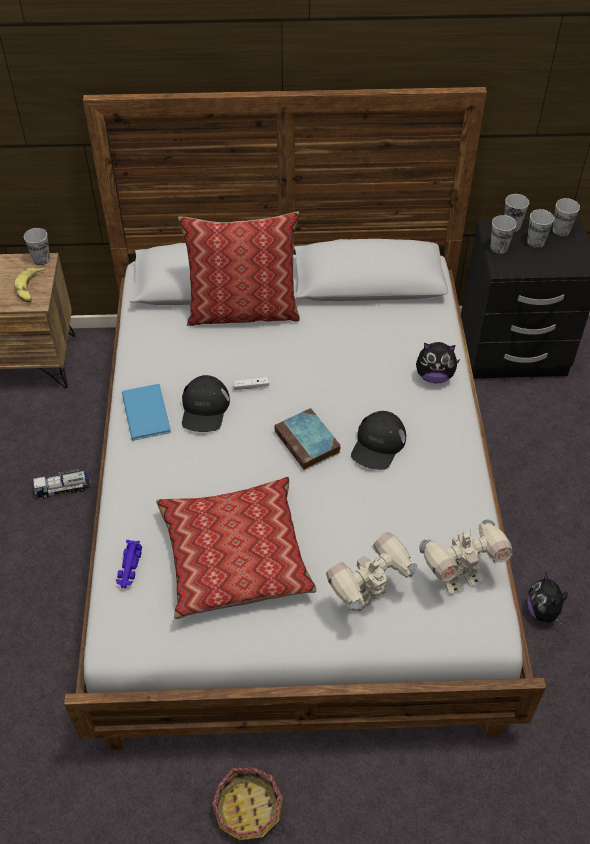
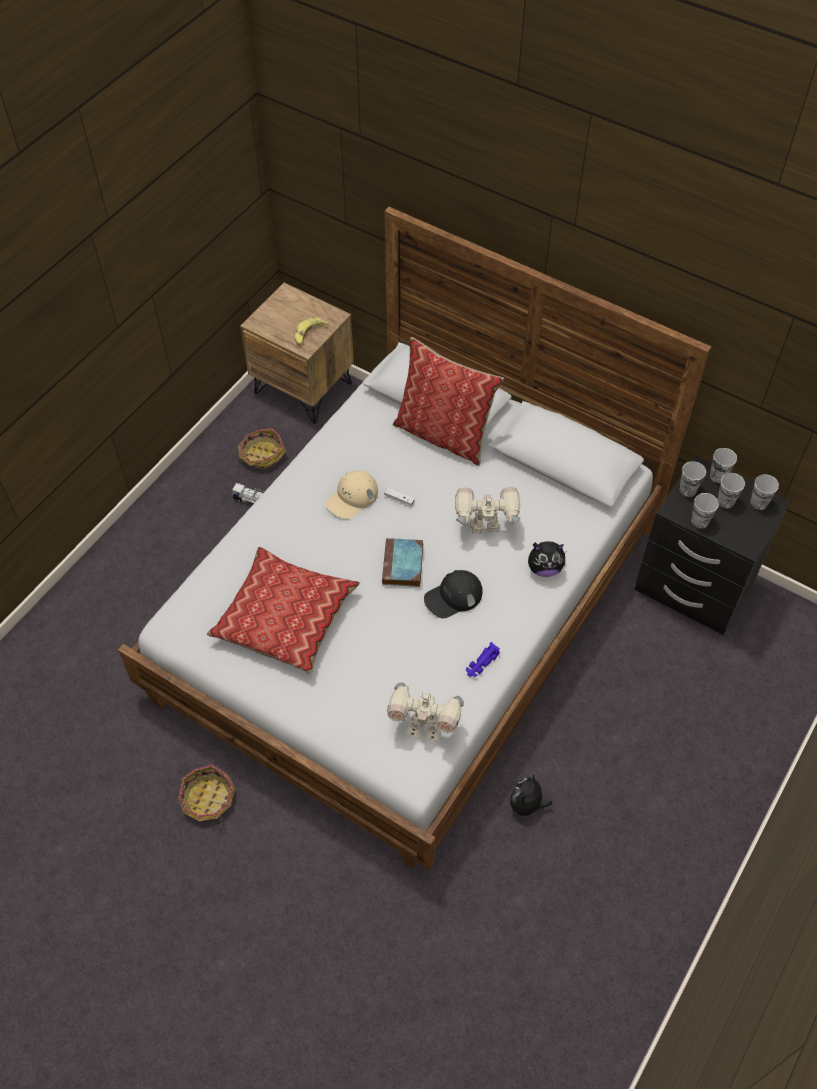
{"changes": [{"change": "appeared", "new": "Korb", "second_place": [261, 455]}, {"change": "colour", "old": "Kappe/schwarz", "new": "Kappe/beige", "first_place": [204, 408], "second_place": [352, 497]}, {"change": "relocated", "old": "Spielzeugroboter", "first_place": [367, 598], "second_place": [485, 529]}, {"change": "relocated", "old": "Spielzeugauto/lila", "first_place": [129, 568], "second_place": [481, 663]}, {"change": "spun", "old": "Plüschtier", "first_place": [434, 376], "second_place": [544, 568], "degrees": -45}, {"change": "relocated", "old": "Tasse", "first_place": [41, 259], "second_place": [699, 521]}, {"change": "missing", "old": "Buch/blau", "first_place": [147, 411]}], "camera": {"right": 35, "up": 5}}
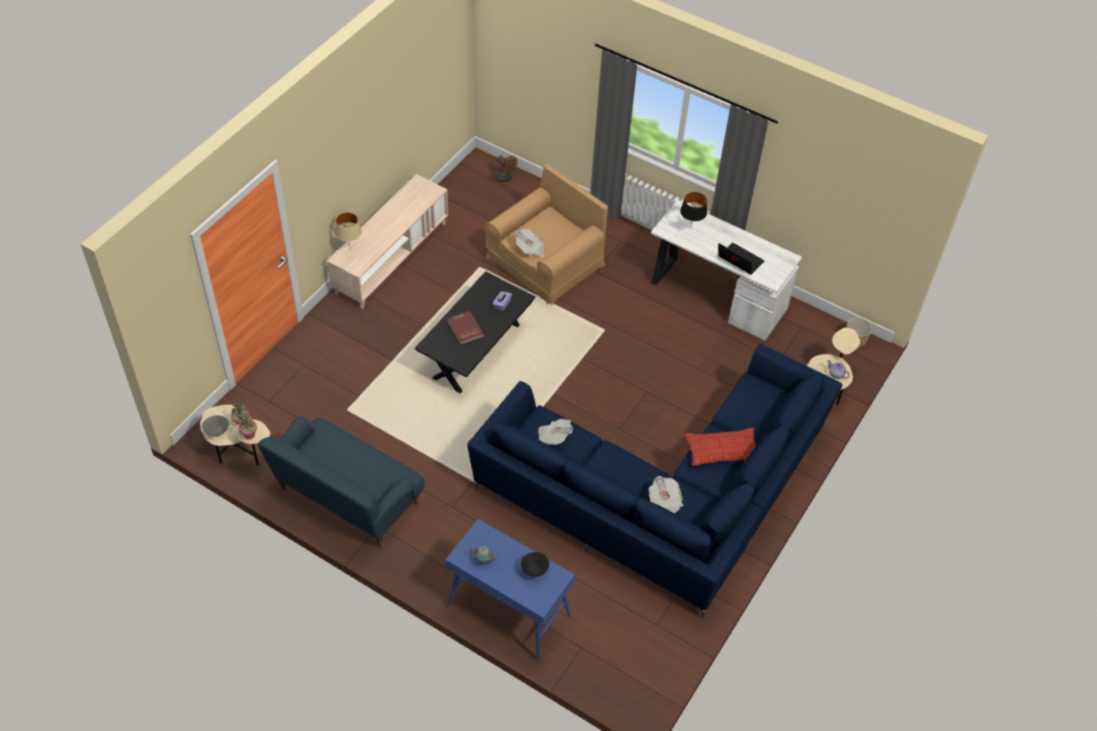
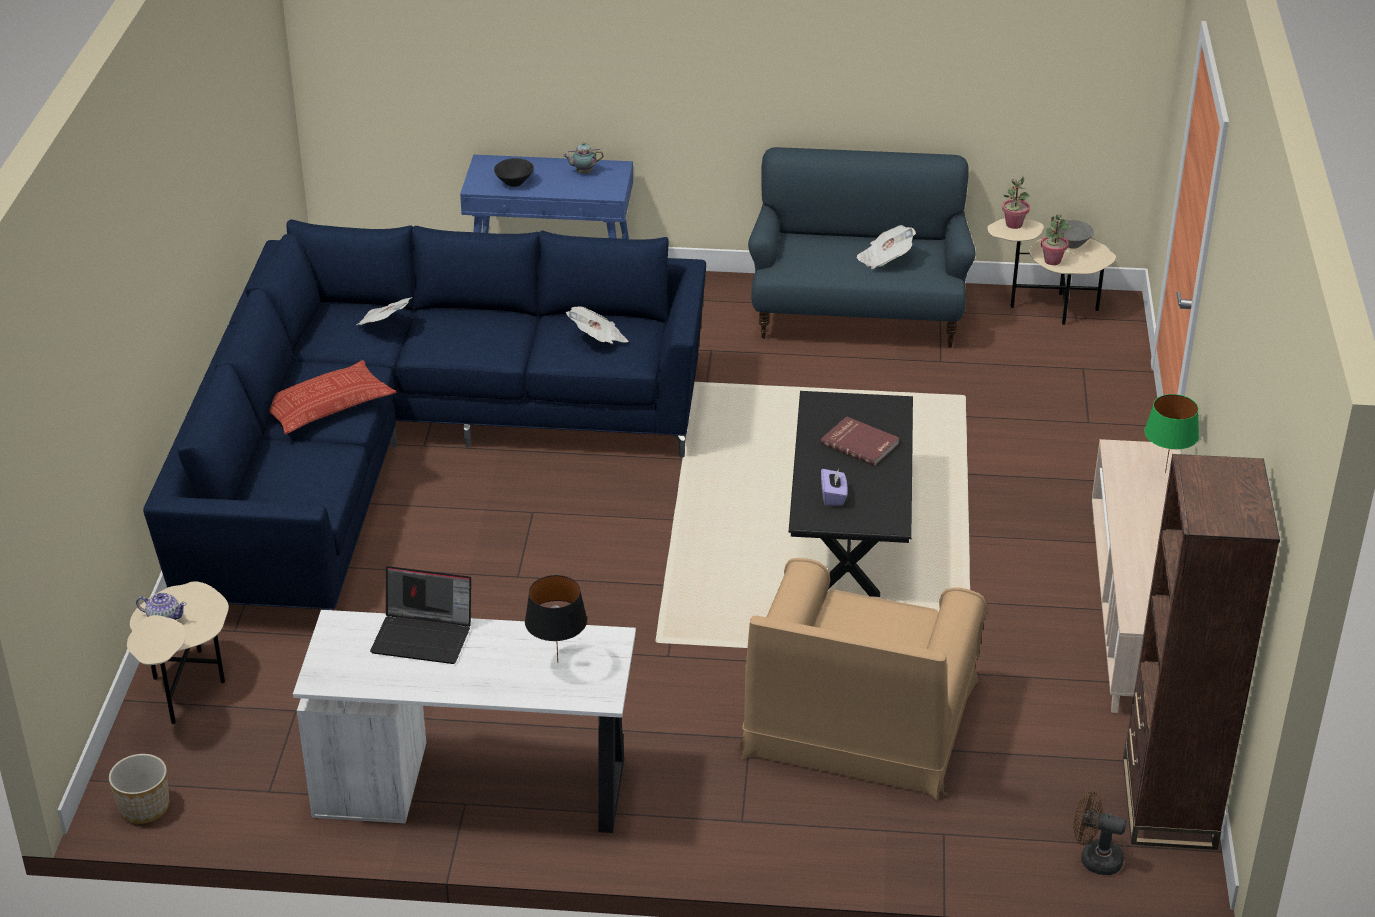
{"changes": [{"change": "relocated", "old": "Zeitung", "first_place": [530, 249], "second_place": [885, 259]}, {"change": "appeared", "new": "Bücherregal/braun", "second_place": [1168, 803]}, {"change": "colour", "old": "Tischlampe/beige", "new": "Tischlampe/grün", "first_place": [350, 248], "second_place": [1165, 472]}], "camera": {"right": 155, "up": -15}}
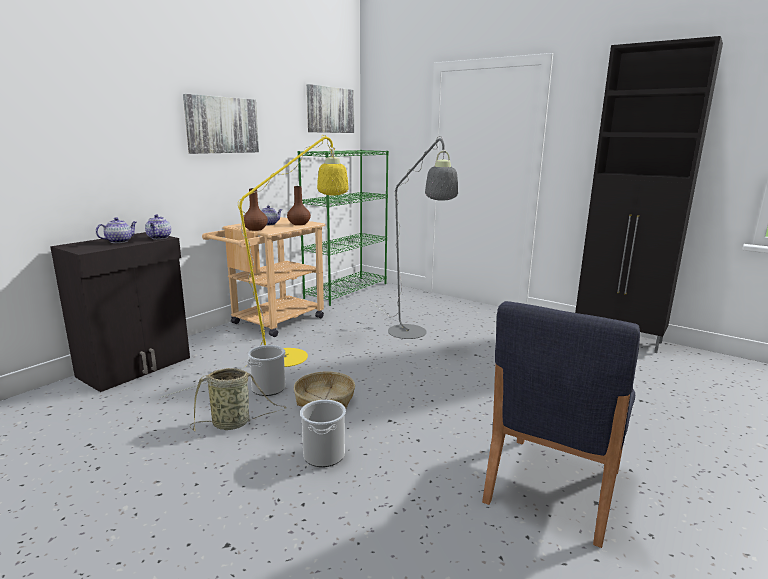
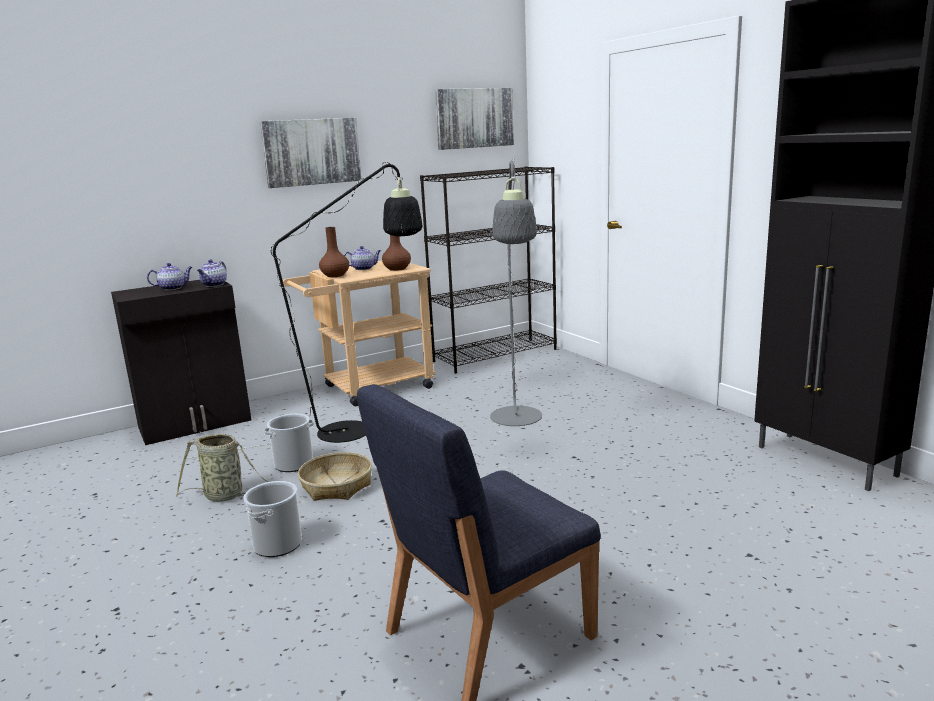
{"changes": [{"change": "colour", "old": "Stehlampe/gelb", "new": "Stehlampe/schwarz", "first_place": [295, 354], "second_place": [358, 428]}, {"change": "colour", "old": "Bücherregal/grün", "new": "Bücherregal/schwarz", "first_place": [346, 290], "second_place": [495, 355]}], "camera": {"right": 25, "up": 0}}
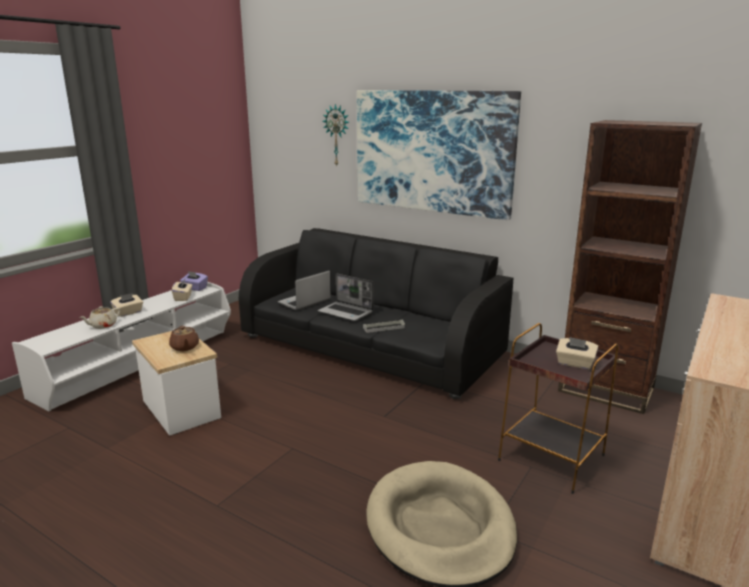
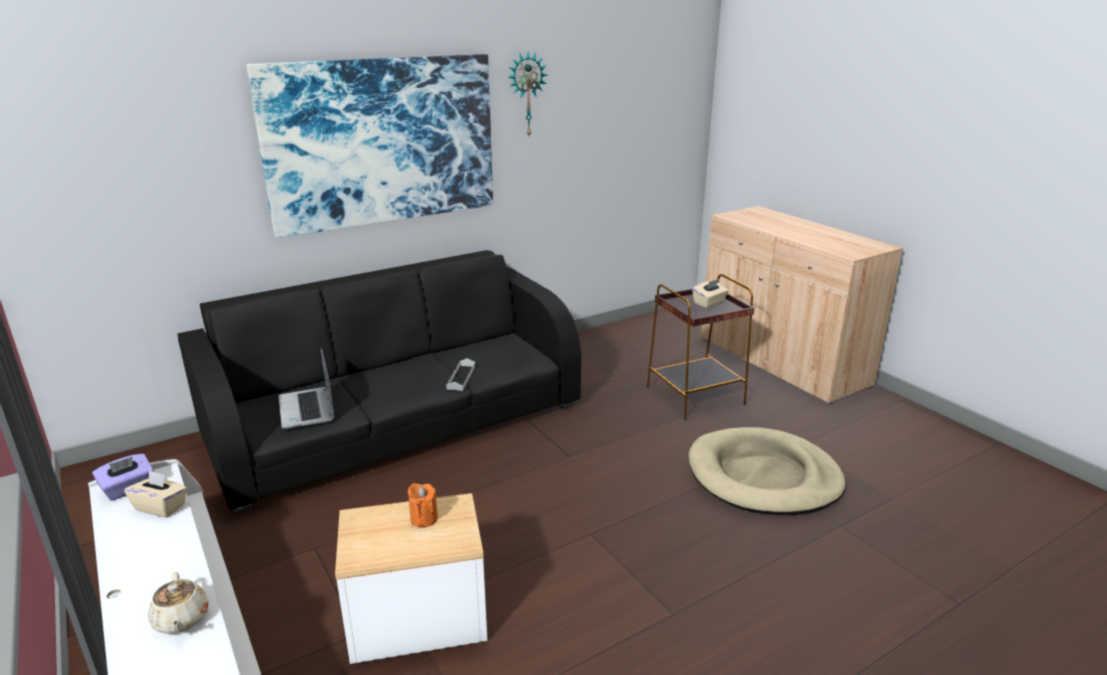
{"changes": [{"change": "exchanged", "old": "Teekanne/braun", "new": "Kerze/orange", "first_place": [185, 347], "second_place": [424, 518]}, {"change": "relocated", "old": "Wanduhr", "first_place": [337, 135], "second_place": [526, 94]}, {"change": "missing", "old": "Taschentuchbox/beige", "first_place": [128, 313]}, {"change": "missing", "old": "Laptop", "first_place": [346, 312]}, {"change": "missing", "old": "Bücherregal/braun", "first_place": [605, 390]}], "camera": {"right": -65, "up": 5}}
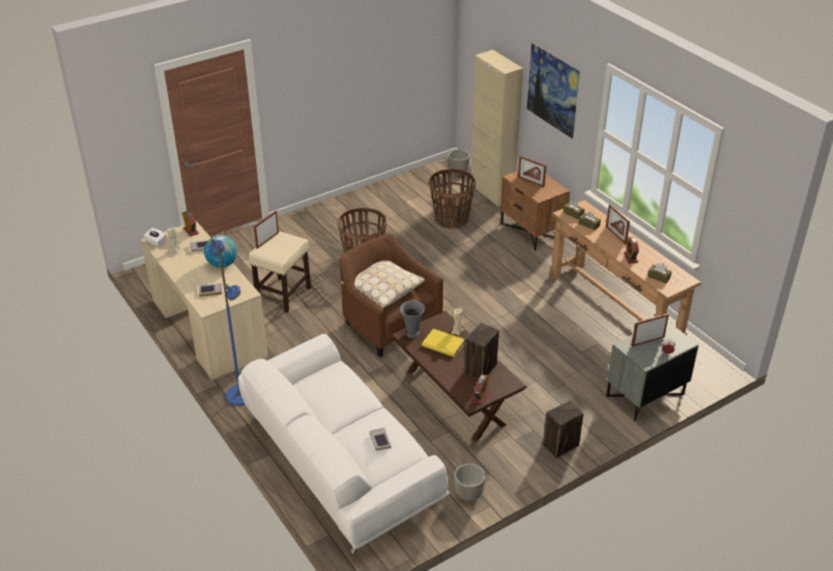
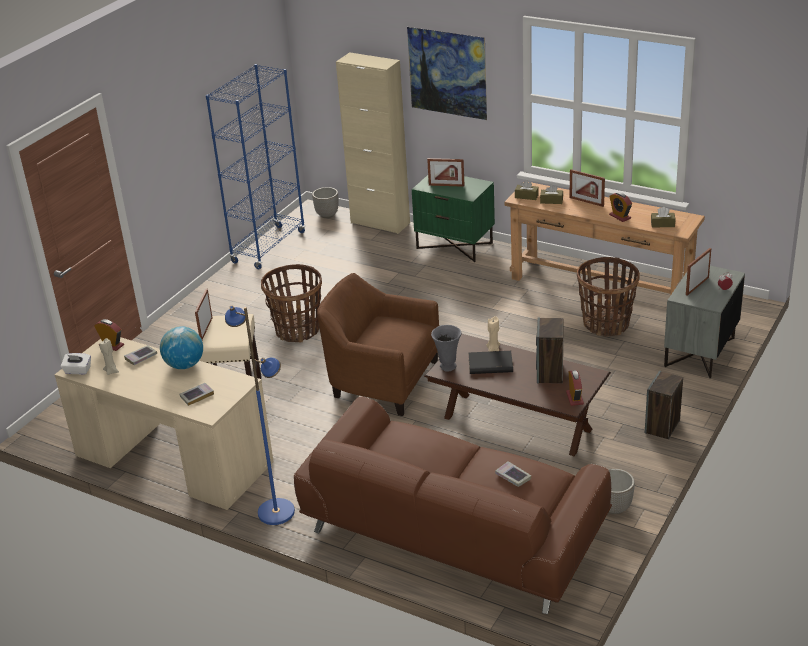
{"changes": [{"change": "appeared", "new": "Bücherregal/blau", "second_place": [269, 247]}, {"change": "colour", "old": "Sofa/weiß", "new": "Sofa/braun", "first_place": [339, 463], "second_place": [452, 533]}, {"change": "colour", "old": "Nachttisch/braun", "new": "Nachttisch/grün", "first_place": [531, 231], "second_place": [455, 245]}, {"change": "colour", "old": "Buch/gelb", "new": "Buch/schwarz", "first_place": [443, 345], "second_place": [490, 365]}, {"change": "relocated", "old": "Korb", "first_place": [451, 219], "second_place": [606, 324]}, {"change": "missing", "old": "Kissen/beige", "first_place": [382, 289]}], "camera": {"right": -25, "up": -5}}
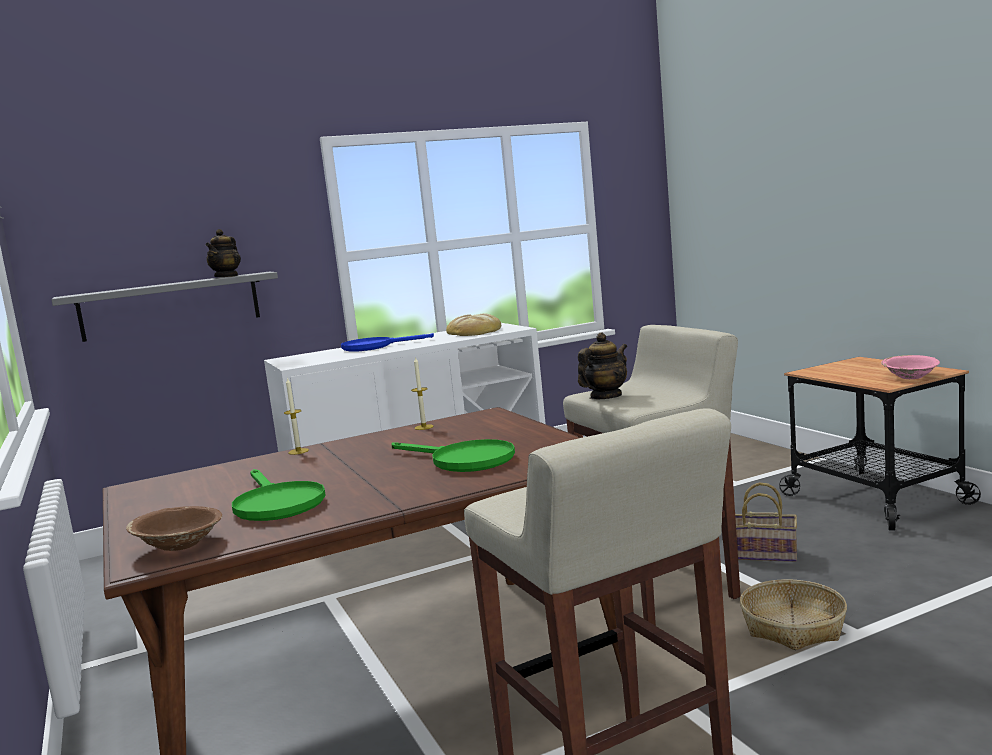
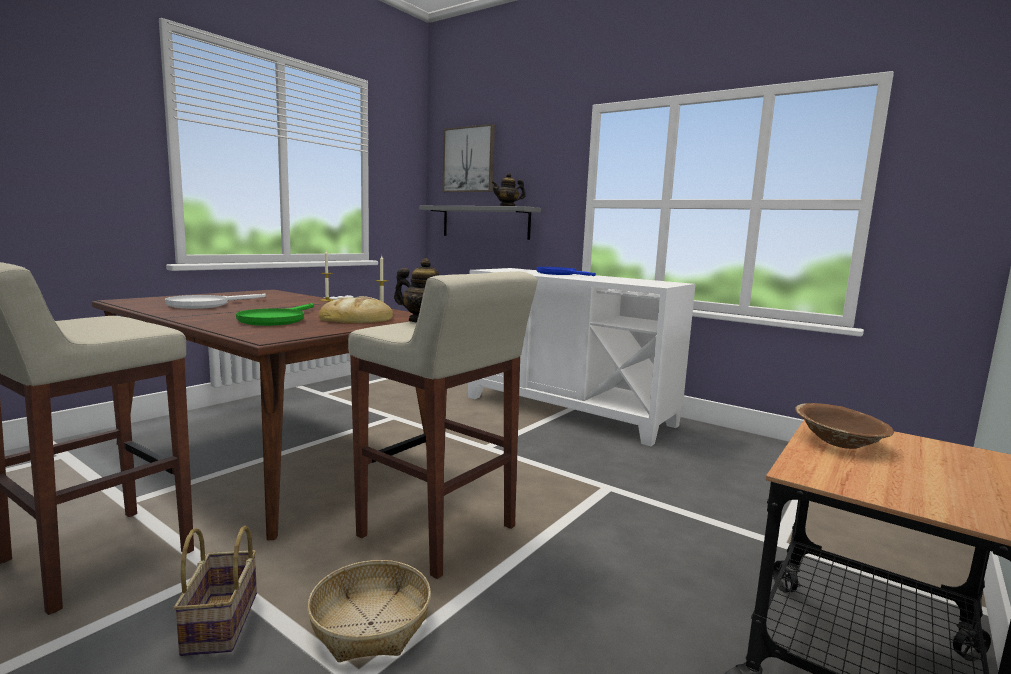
{"changes": [{"change": "colour", "old": "Pfanne/grün", "new": "Pfanne/weiß", "first_place": [276, 504], "second_place": [206, 304]}, {"change": "relocated", "old": "Korb", "first_place": [766, 554], "second_place": [222, 624]}, {"change": "relocated", "old": "Brot", "first_place": [474, 331], "second_place": [357, 318]}, {"change": "appeared", "new": "Bild", "second_place": [469, 159]}, {"change": "relocated", "old": "Schüssel/braun", "first_place": [179, 545], "second_place": [839, 442]}, {"change": "missing", "old": "Schüssel/rosa", "first_place": [910, 377]}], "camera": {"right": 60, "up": 0}}
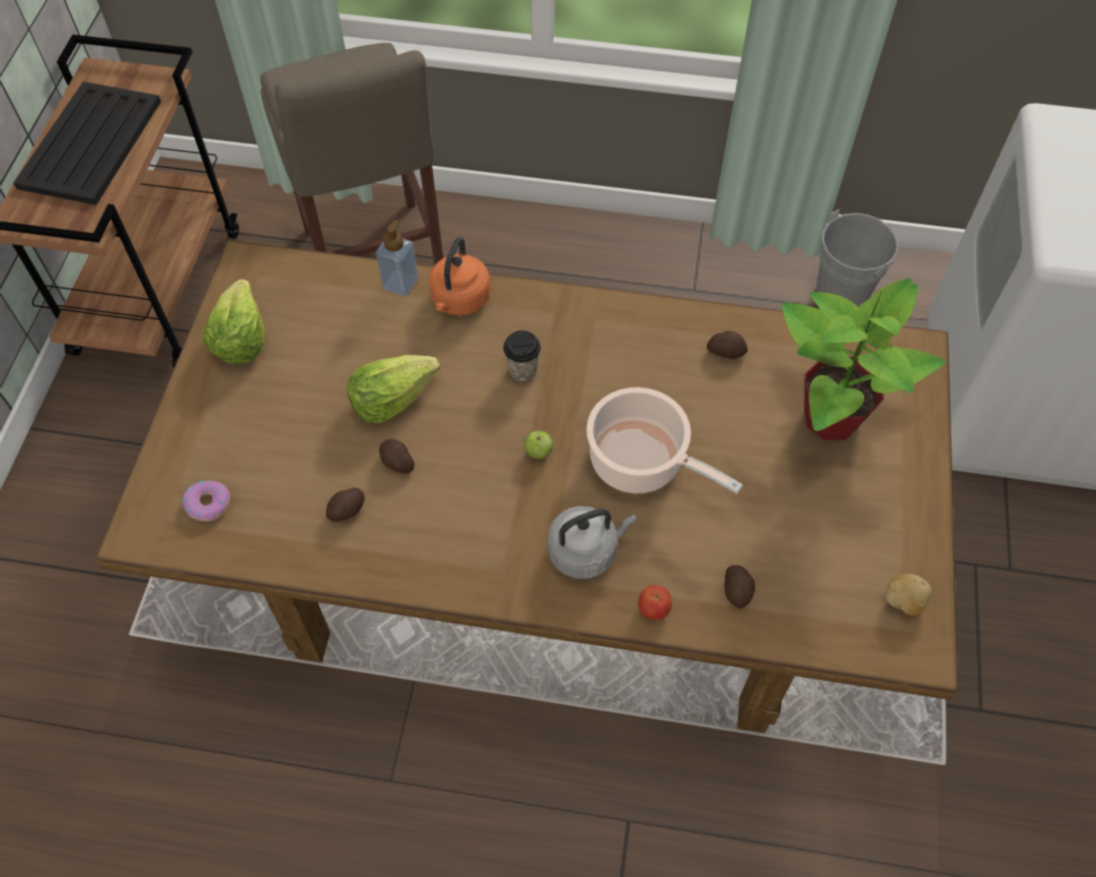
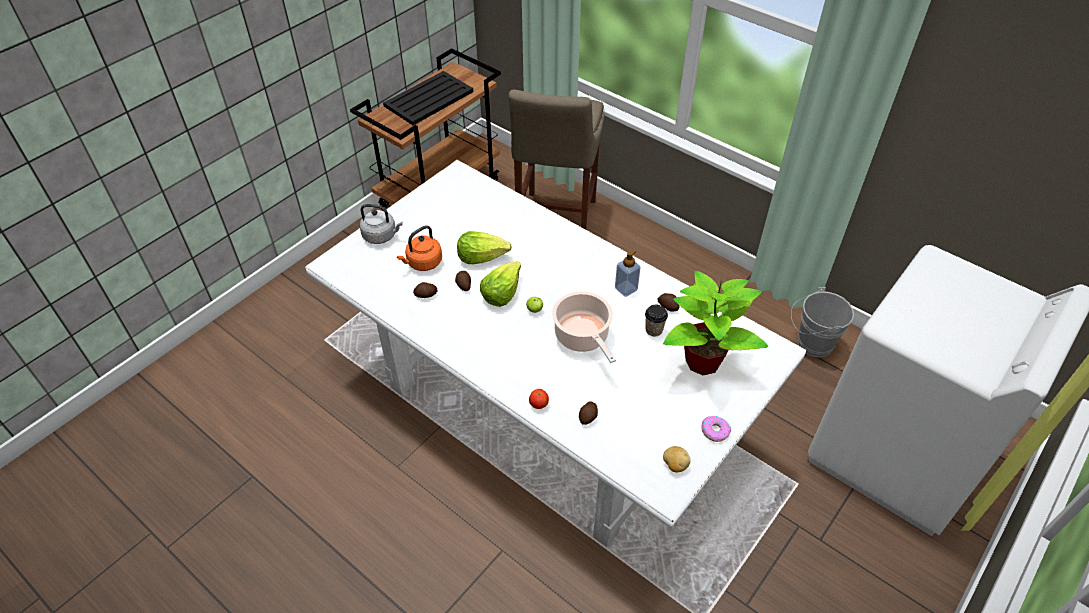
{"changes": [{"change": "colour", "old": "Esstisch/braun", "new": "Esstisch/weiß", "first_place": [551, 566], "second_place": [547, 407]}, {"change": "relocated", "old": "Wasserkessel/grau", "first_place": [585, 551], "second_place": [381, 236]}, {"change": "relocated", "old": "Wasserkessel/orange", "first_place": [459, 300], "second_place": [423, 263]}, {"change": "relocated", "old": "Salatkopf", "first_place": [240, 338], "second_place": [501, 292]}, {"change": "relocated", "old": "Seifenspender", "first_place": [400, 284], "second_place": [626, 289]}, {"change": "relocated", "old": "Tasse", "first_place": [522, 370], "second_place": [654, 330]}, {"change": "relocated", "old": "Donut", "first_place": [208, 503], "second_place": [715, 431]}], "camera": {"right": 30, "up": -10}}
